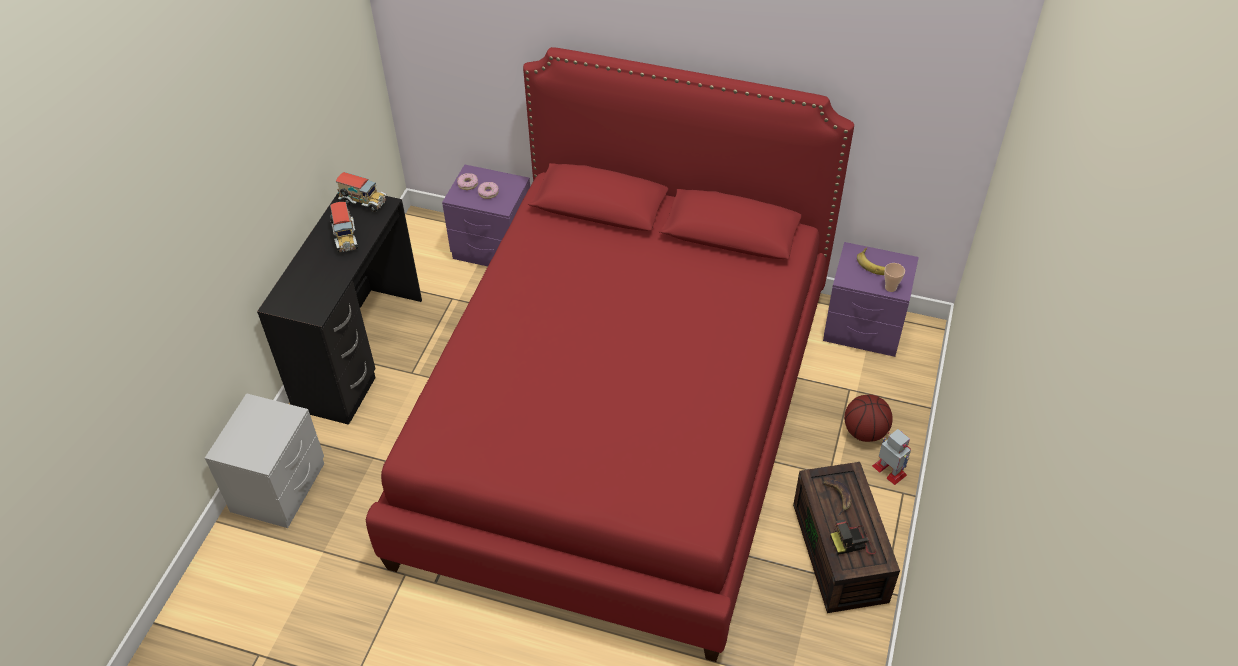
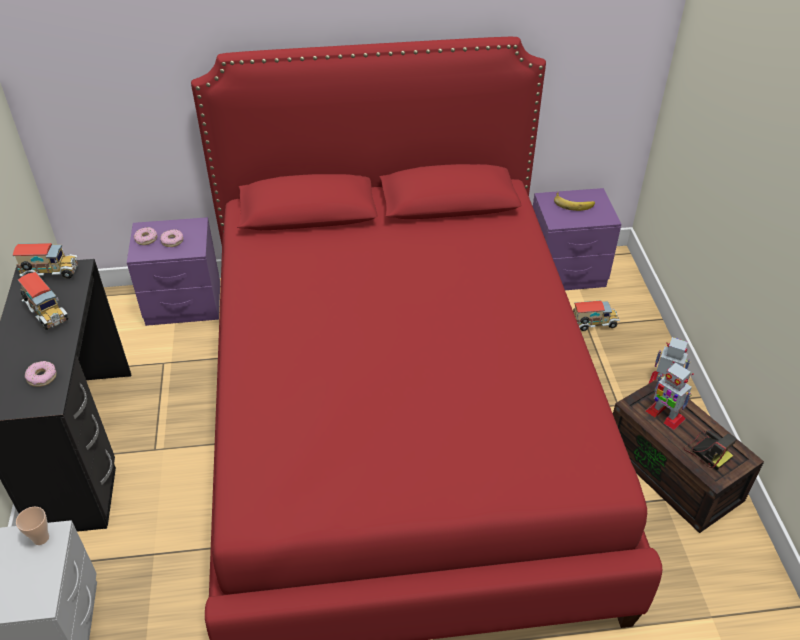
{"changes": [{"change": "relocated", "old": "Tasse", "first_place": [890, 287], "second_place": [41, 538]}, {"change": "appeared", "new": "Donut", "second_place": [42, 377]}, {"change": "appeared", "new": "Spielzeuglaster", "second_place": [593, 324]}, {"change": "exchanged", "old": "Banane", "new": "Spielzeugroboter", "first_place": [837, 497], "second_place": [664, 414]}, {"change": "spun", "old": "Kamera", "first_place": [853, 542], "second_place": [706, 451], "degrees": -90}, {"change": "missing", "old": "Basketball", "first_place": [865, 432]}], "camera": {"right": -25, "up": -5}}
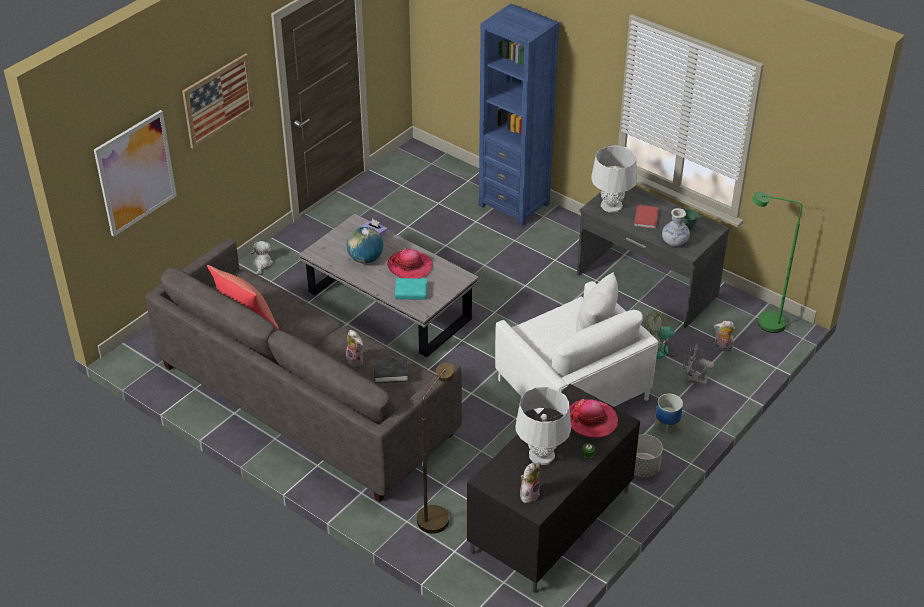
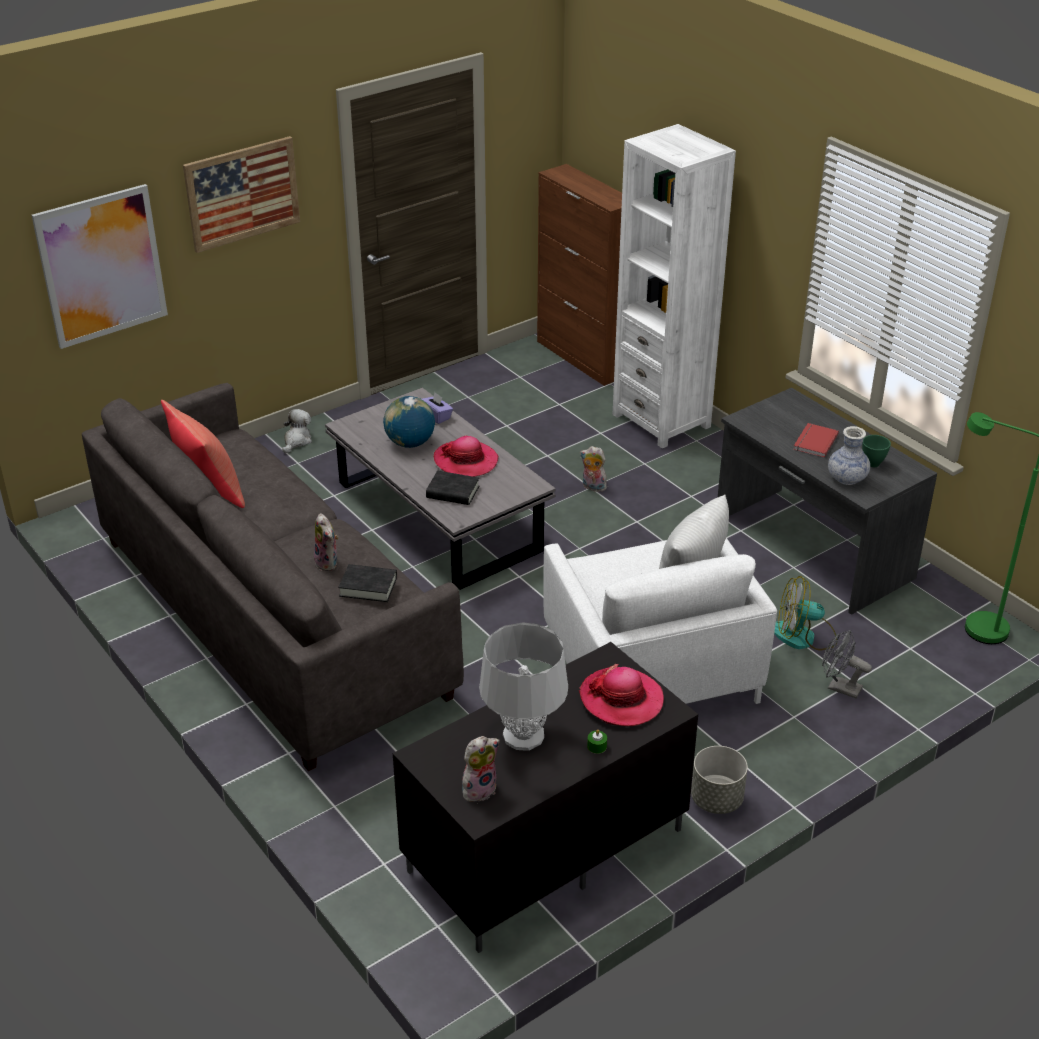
{"changes": [{"change": "colour", "old": "Buch/türkis", "new": "Buch/schwarz", "first_place": [411, 292], "second_place": [452, 492]}, {"change": "appeared", "new": "Schrank/braun", "second_place": [583, 358]}, {"change": "relocated", "old": "Plüschtier", "first_place": [722, 348], "second_place": [592, 487]}, {"change": "colour", "old": "Bücherregal/blau", "new": "Bücherregal/weiß", "first_place": [514, 204], "second_place": [661, 420]}, {"change": "missing", "old": "Stehlampe/braun", "first_place": [436, 514]}, {"change": "missing", "old": "Tischlampe/grau", "first_place": [611, 205]}, {"change": "missing", "old": "Pflanzkübel", "first_place": [667, 426]}], "camera": {"right": 15, "up": -5}}
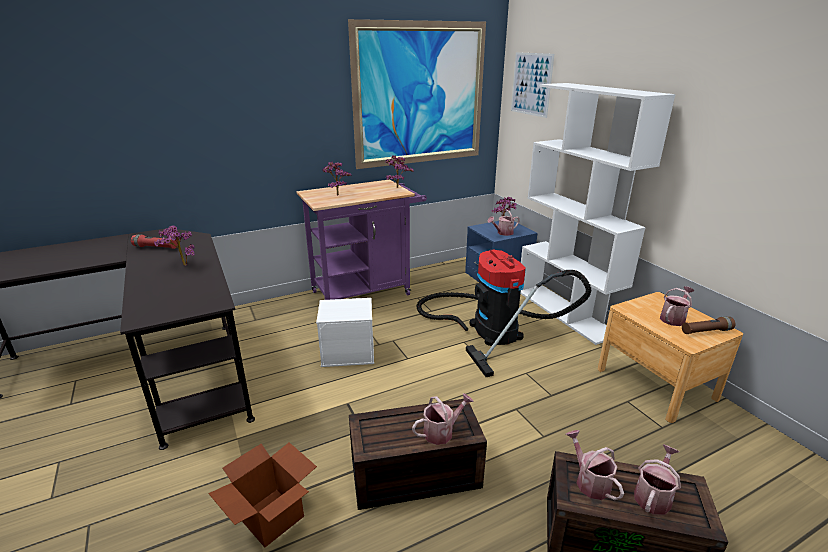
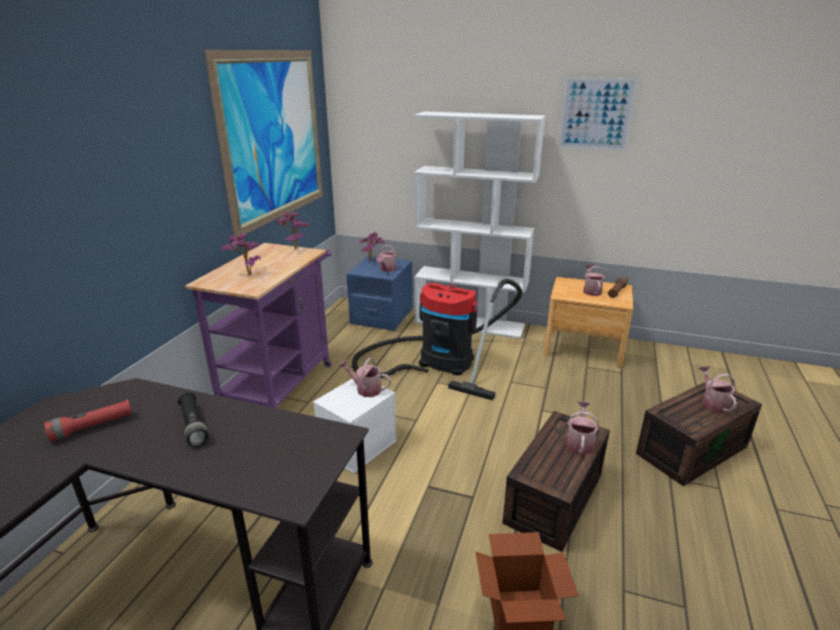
{"changes": [{"change": "exchanged", "old": "Topfpflanze", "new": "Taschenlampe/schwarz", "first_place": [181, 265], "second_place": [194, 426]}, {"change": "relocated", "old": "Gießkanne", "first_place": [589, 481], "second_place": [365, 389]}, {"change": "relocated", "old": "Bild", "first_place": [531, 84], "second_place": [596, 114]}], "camera": {"right": -45, "up": 0}}
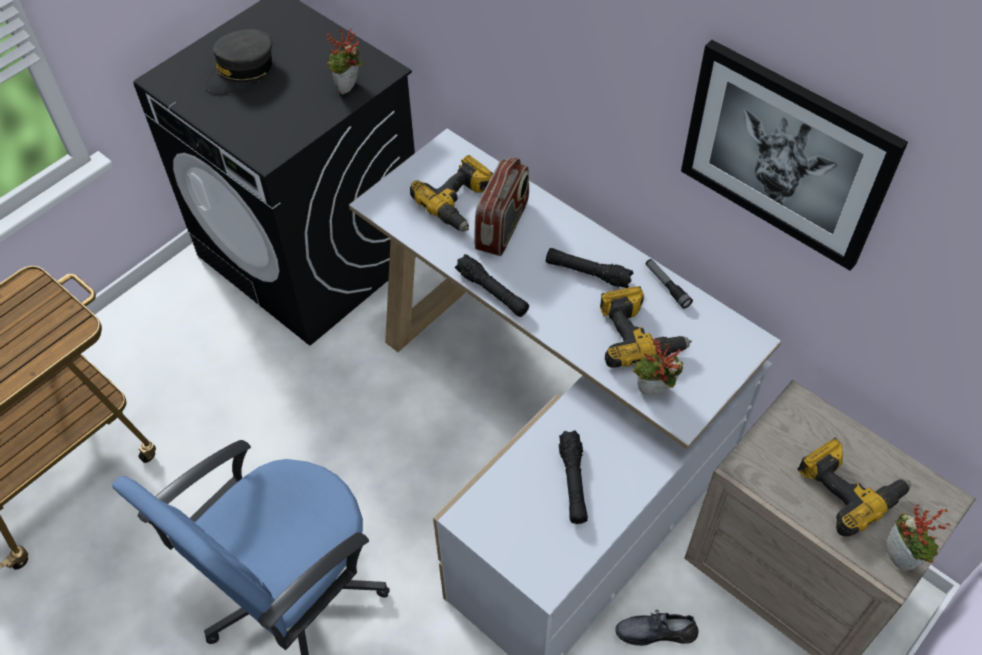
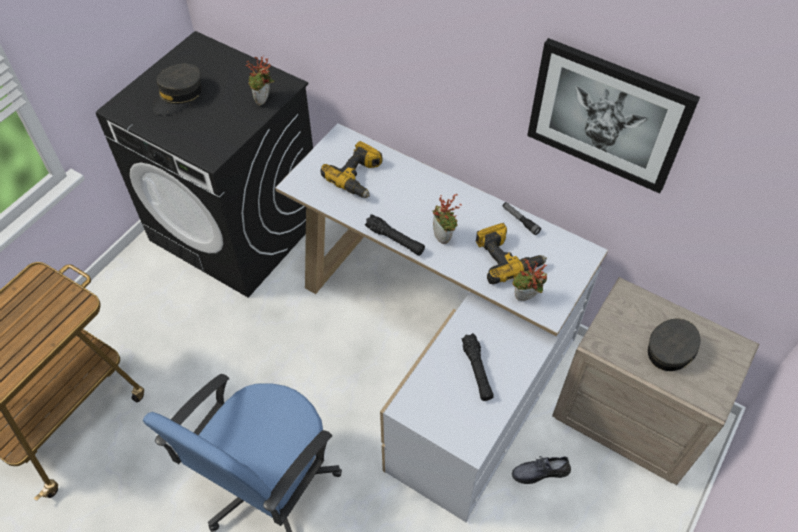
{"changes": [{"change": "relocated", "old": "Topfpflanze", "first_place": [902, 557], "second_place": [444, 237]}, {"change": "exchanged", "old": "Bohrmaschine", "new": "Kappe/grau", "first_place": [848, 489], "second_place": [672, 349]}, {"change": "missing", "old": "Radio", "first_place": [503, 226]}, {"change": "missing", "old": "Taschenlampe/schwarz", "first_place": [587, 273]}], "camera": {"right": -10, "up": 0}}
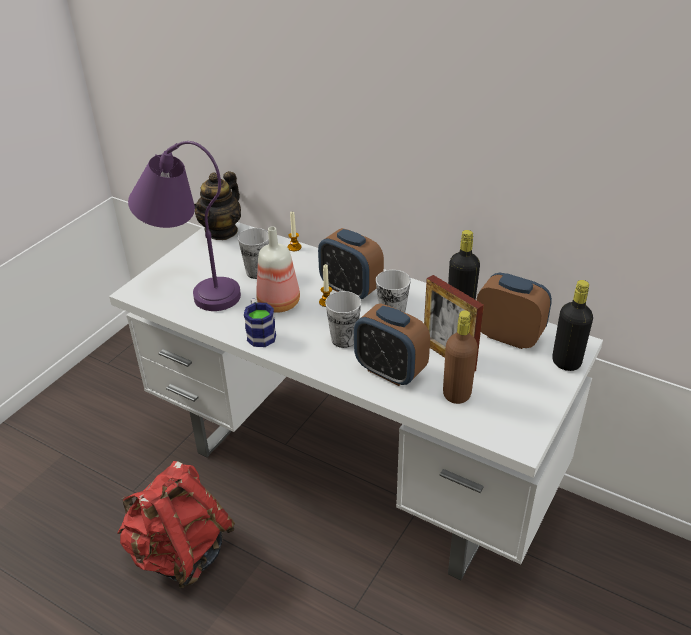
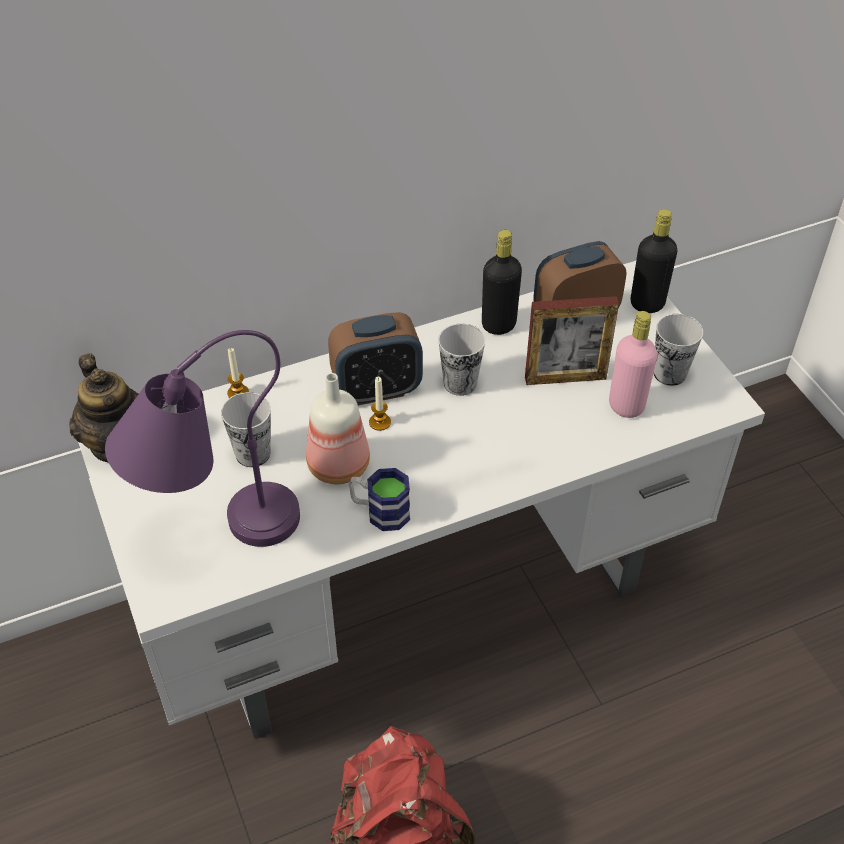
{"changes": [{"change": "colour", "old": "Flasche/braun", "new": "Flasche/rosa", "first_place": [456, 394], "second_place": [626, 406]}, {"change": "relocated", "old": "Tasse", "first_place": [344, 339], "second_place": [669, 373]}, {"change": "missing", "old": "Wecker", "first_place": [390, 371]}], "camera": {"right": -55, "up": 10}}
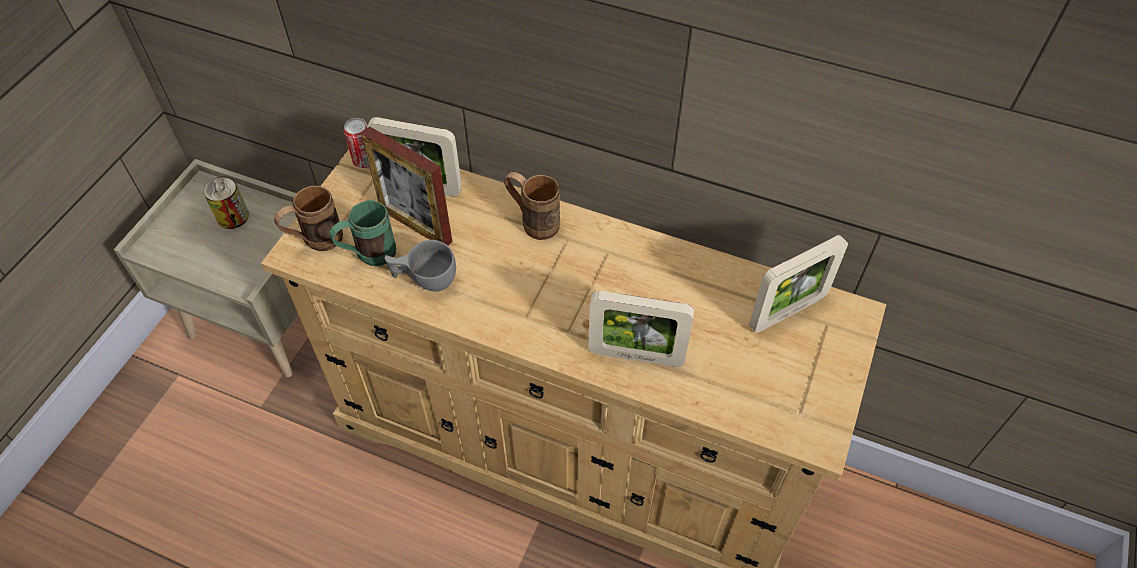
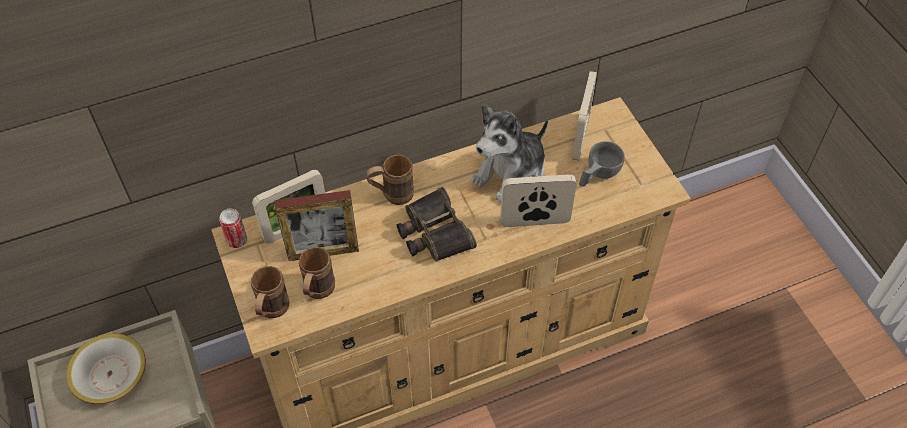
{"changes": [{"change": "exchanged", "old": "Dose", "new": "Schüssel", "first_place": [233, 216], "second_place": [110, 374]}, {"change": "colour", "old": "Henkelbecher/grün", "new": "Henkelbecher/braun", "first_place": [368, 256], "second_place": [317, 293]}, {"change": "appeared", "new": "Fernglas", "second_place": [433, 232]}, {"change": "appeared", "new": "Plüschtier", "second_place": [511, 173]}, {"change": "spun", "old": "Bilderrahmen", "first_place": [636, 356], "second_place": [535, 222], "degrees": -150}, {"change": "relocated", "old": "Tasse/grau", "first_place": [424, 279], "second_place": [597, 175]}], "camera": {"right": -45, "up": 0}}
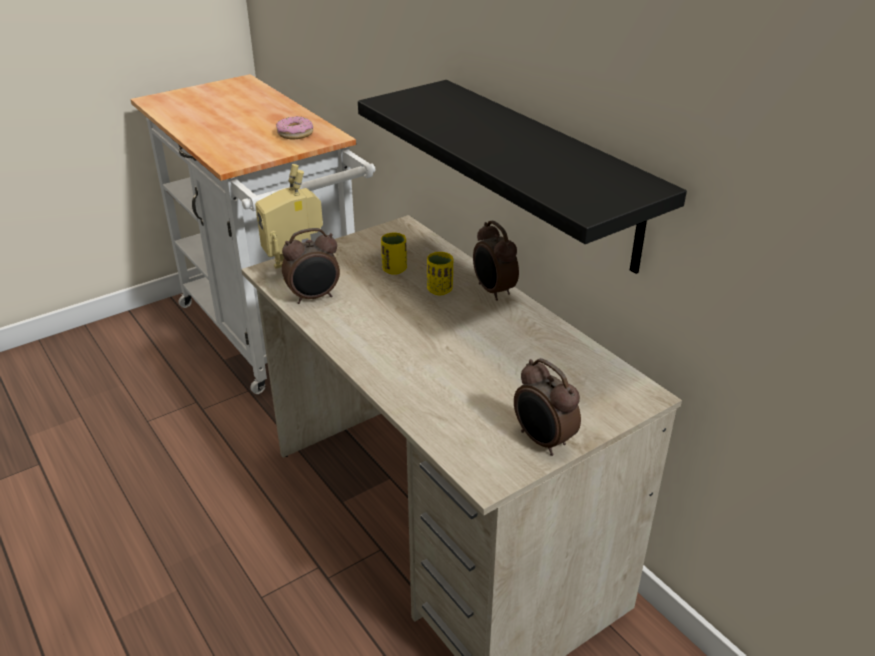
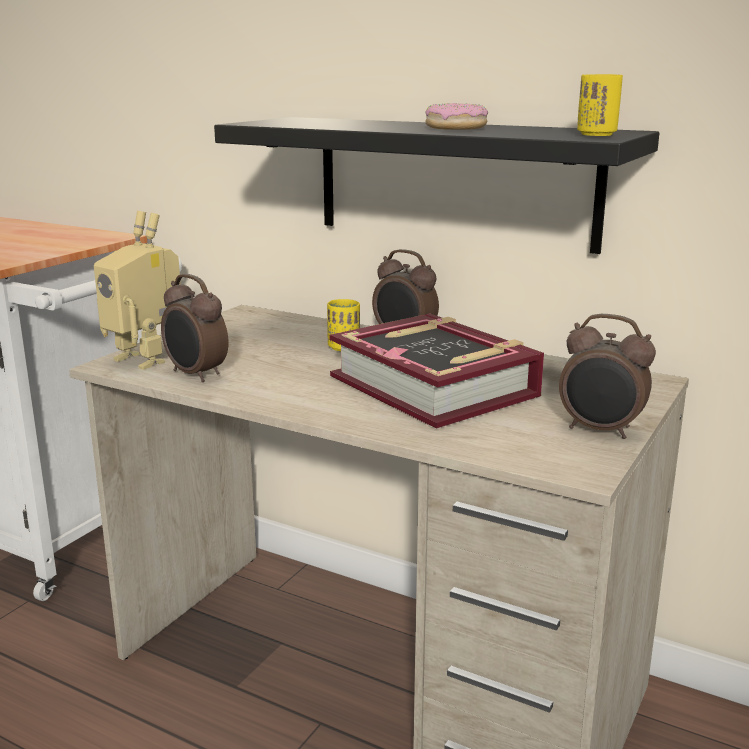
{"changes": [{"change": "spun", "old": "Wecker", "first_place": [314, 297], "second_place": [195, 375], "degrees": 90}, {"change": "appeared", "new": "Buch", "second_place": [434, 386]}, {"change": "relocated", "old": "Donut", "first_place": [295, 134], "second_place": [456, 128]}, {"change": "relocated", "old": "Tasse/gelb", "first_place": [394, 269], "second_place": [596, 134]}], "camera": {"right": -25, "up": -15}}
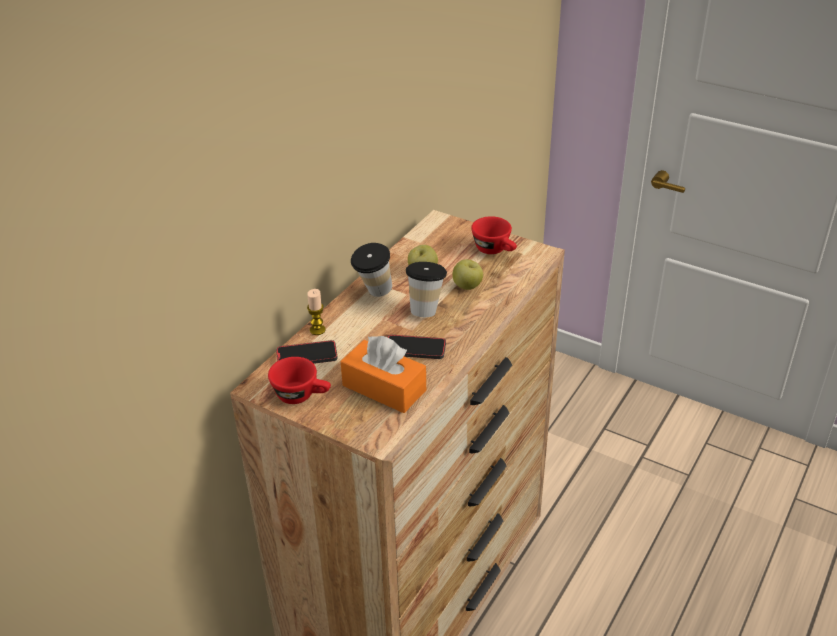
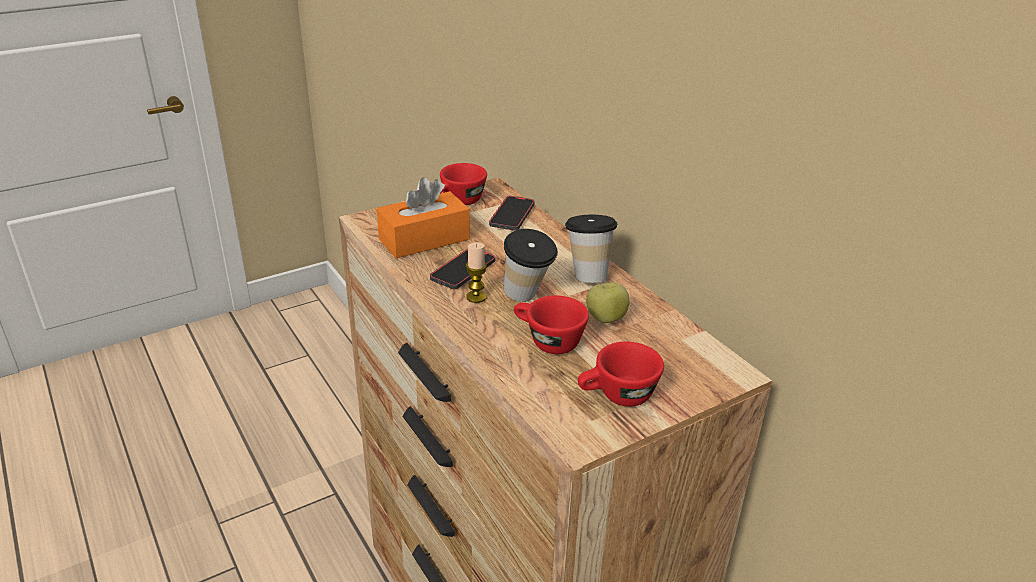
{"changes": [{"change": "relocated", "old": "Kerze", "first_place": [317, 330], "second_place": [476, 297]}, {"change": "exchanged", "old": "Apfel", "new": "Tasse/rot", "first_place": [467, 286], "second_place": [547, 341]}], "camera": {"right": 115, "up": -5}}
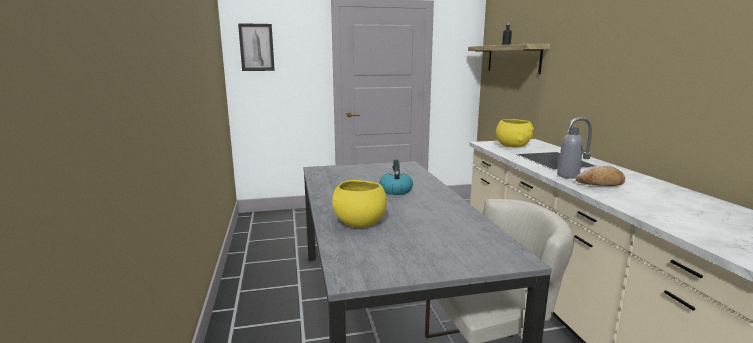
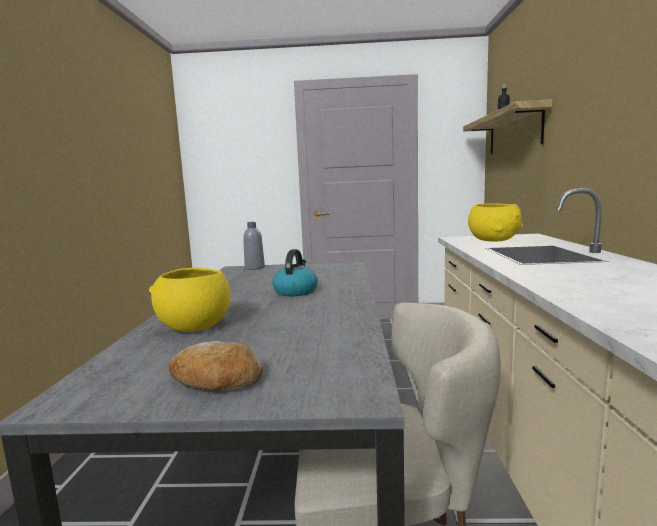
{"changes": [{"change": "relocated", "old": "Brot", "first_place": [600, 184], "second_place": [216, 381]}, {"change": "relocated", "old": "Flasche/grau", "first_place": [568, 176], "second_place": [254, 268]}, {"change": "missing", "old": "Bild", "first_place": [256, 47]}], "camera": {"right": 15, "up": -5}}
